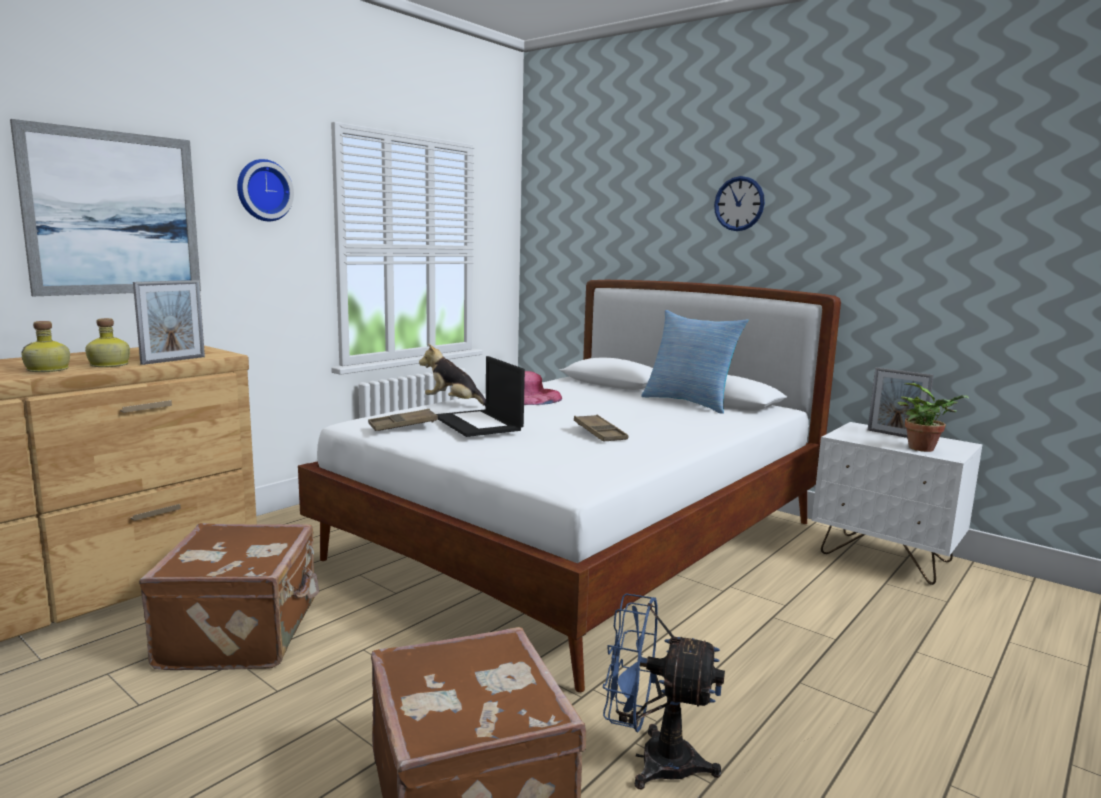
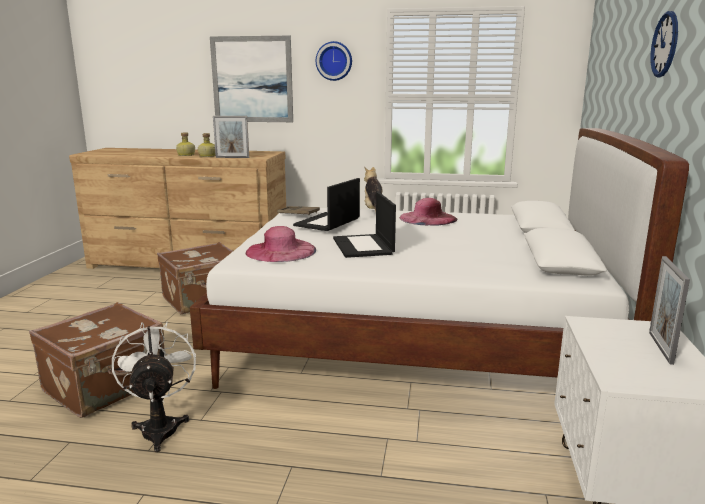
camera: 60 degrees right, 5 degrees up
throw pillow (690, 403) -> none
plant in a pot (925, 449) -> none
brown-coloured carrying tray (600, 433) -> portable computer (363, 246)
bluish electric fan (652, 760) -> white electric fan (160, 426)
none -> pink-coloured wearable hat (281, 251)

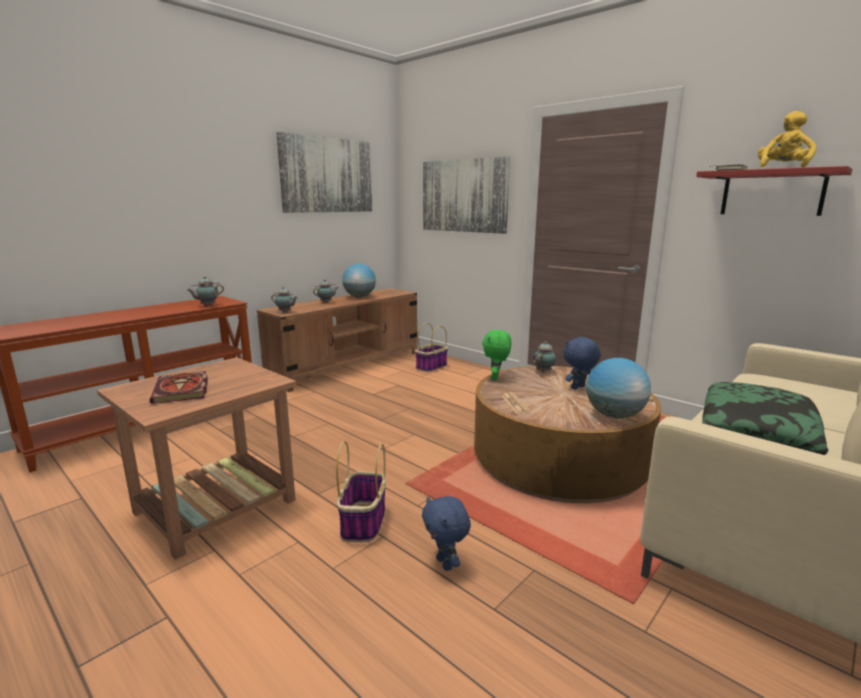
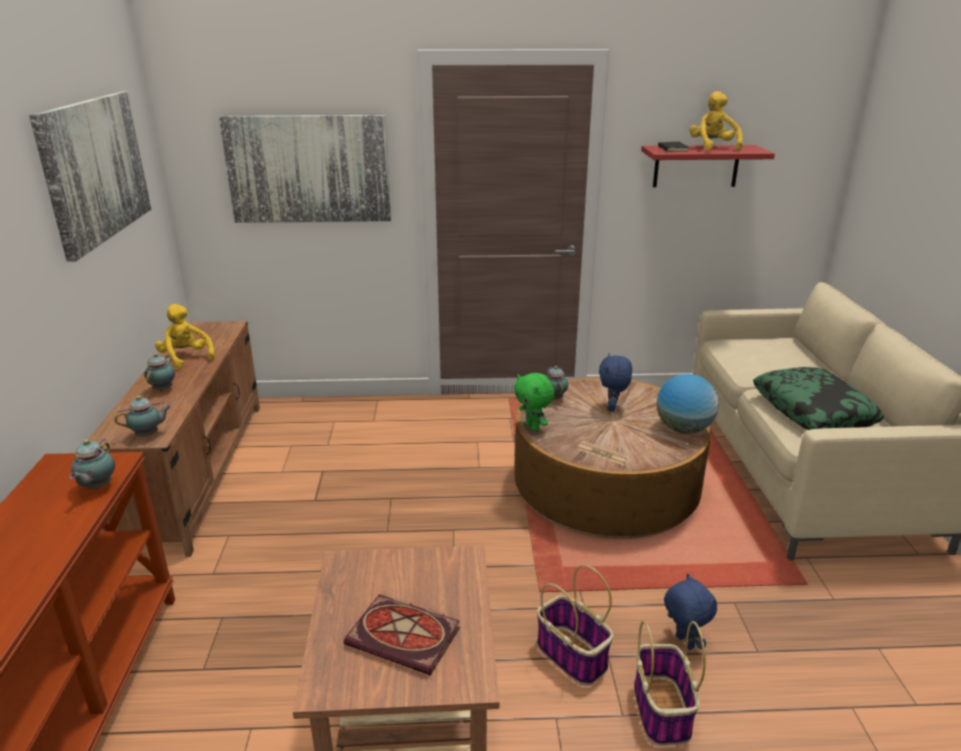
camera: 45 degrees left, 10 degrees up
globe (359, 297) -> yellowish plush toy (186, 358)
household basket (431, 367) -> household basket (662, 711), shifted
bluish plush toy (445, 563) -> bluish plush toy (683, 642), 135 degrees counterclockwise

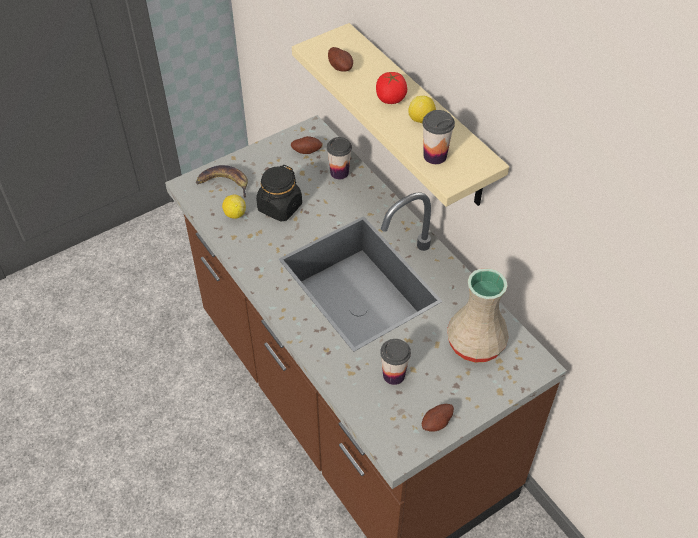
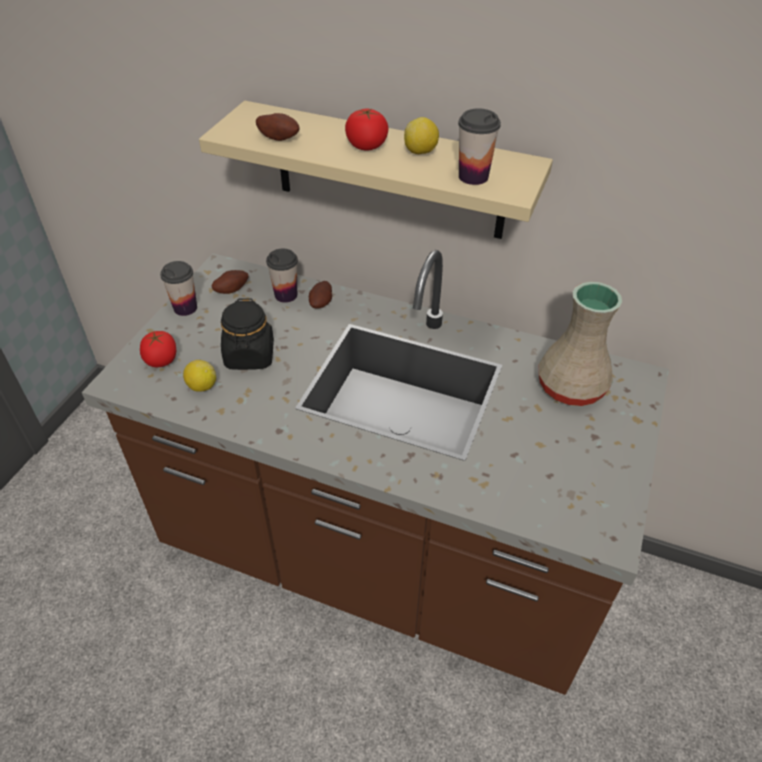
camera: 35 degrees left, 5 degrees down
whole banana (224, 183) -> whole tomato (161, 360)
cup (393, 375) -> cup (185, 308), shifted
spud (437, 423) -> spud (322, 303), shifted

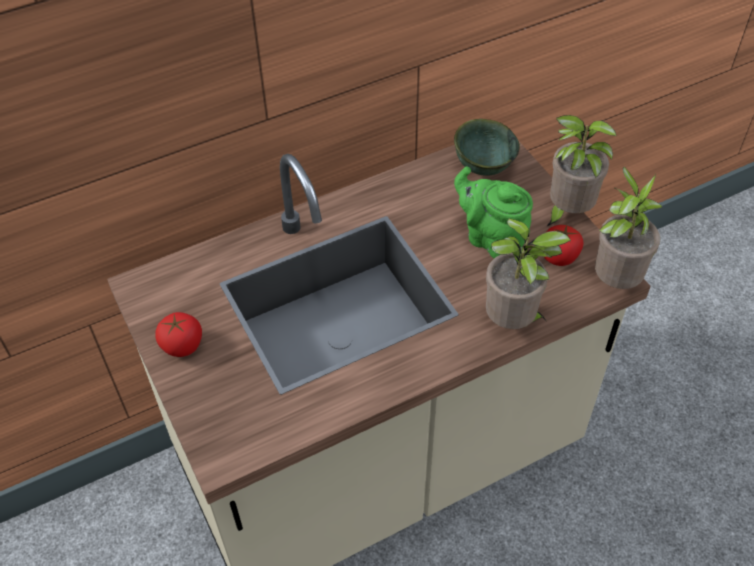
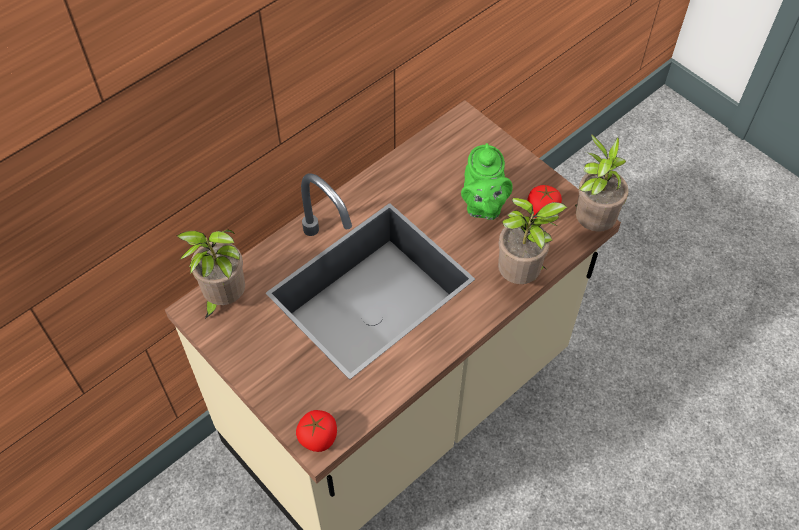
camera: 15 degrees left, 5 degrees up
plant in a pot (567, 212) -> plant in a pot (223, 299), shifted
green-coloured bowl (483, 166) -> none
green-coloured teapot (491, 238) -> green-coloured teapot (482, 206), 120 degrees counterclockwise
whole tomato (182, 345) -> whole tomato (318, 437), shifted

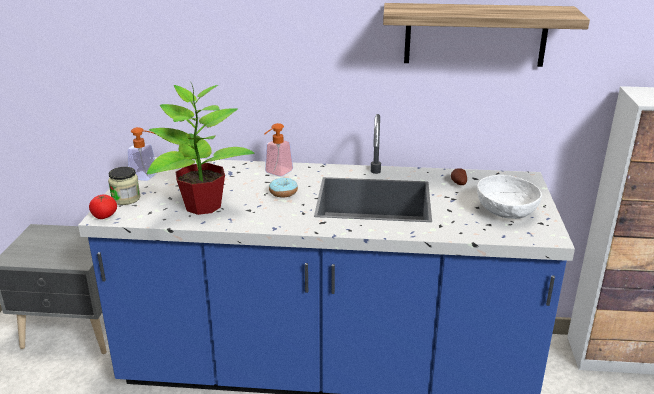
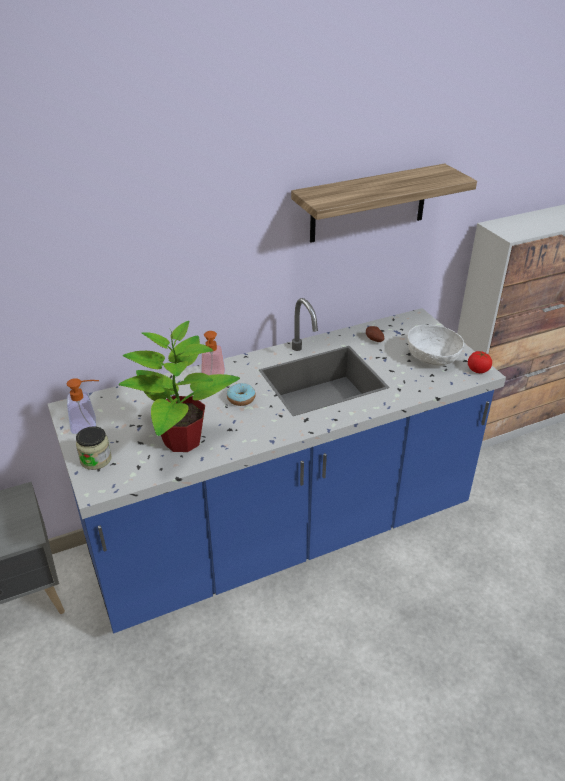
camera: 30 degrees left, 10 degrees up
whole tomato (104, 216) -> whole tomato (478, 370), shifted

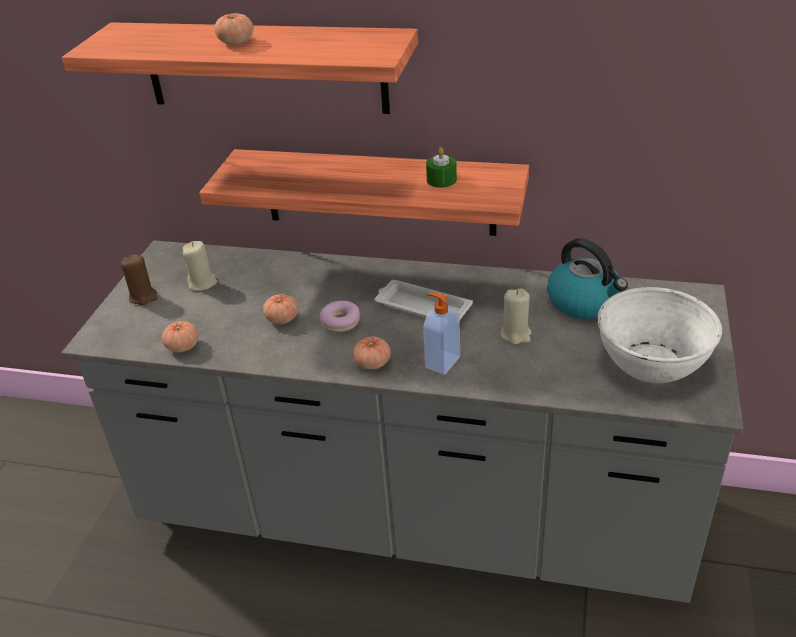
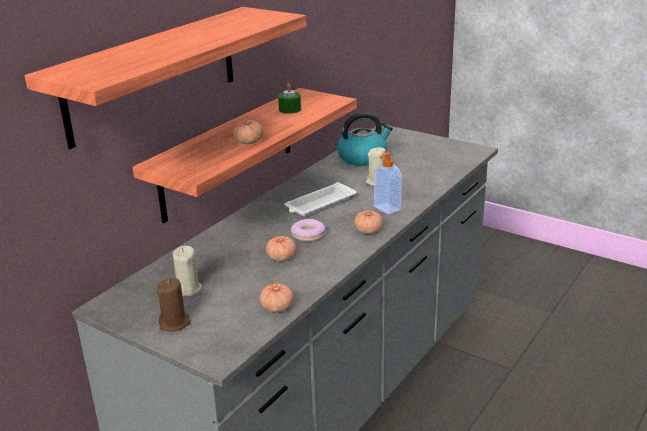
camera: 70 degrees left, 10 degrees down
whole tomato (236, 42) -> whole tomato (249, 142), shifted
white bowl (652, 362) -> none

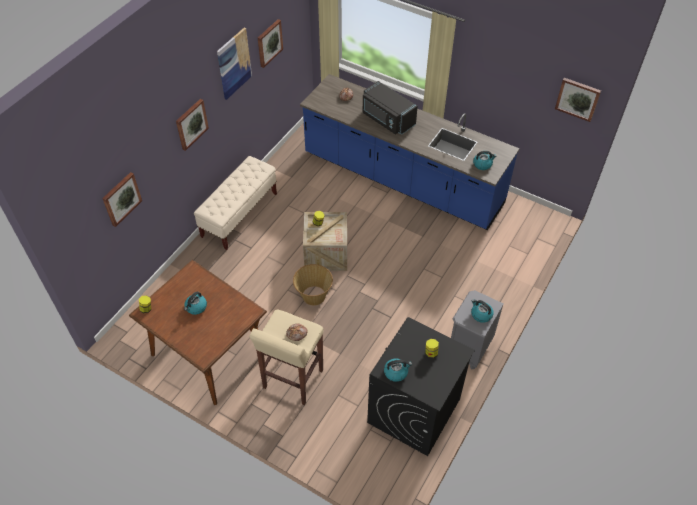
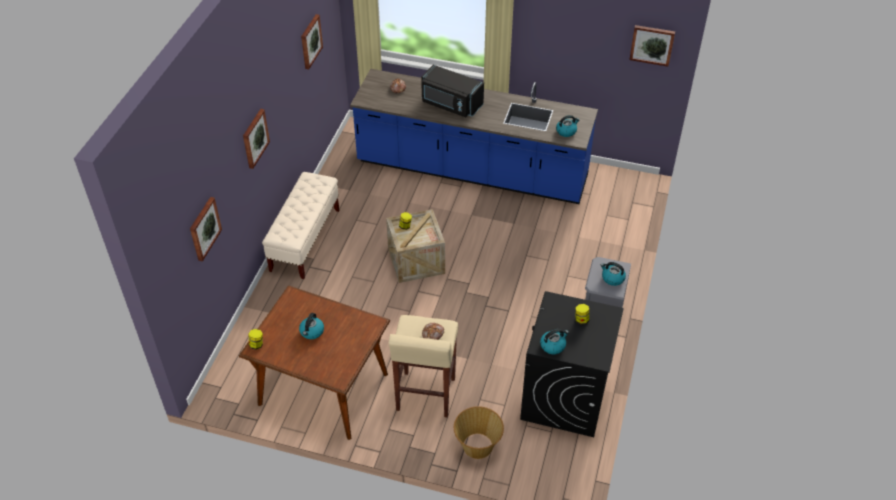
camera: 15 degrees left, 5 degrees down
wall picture (234, 63) -> none
household basket (313, 296) -> household basket (477, 446), shifted

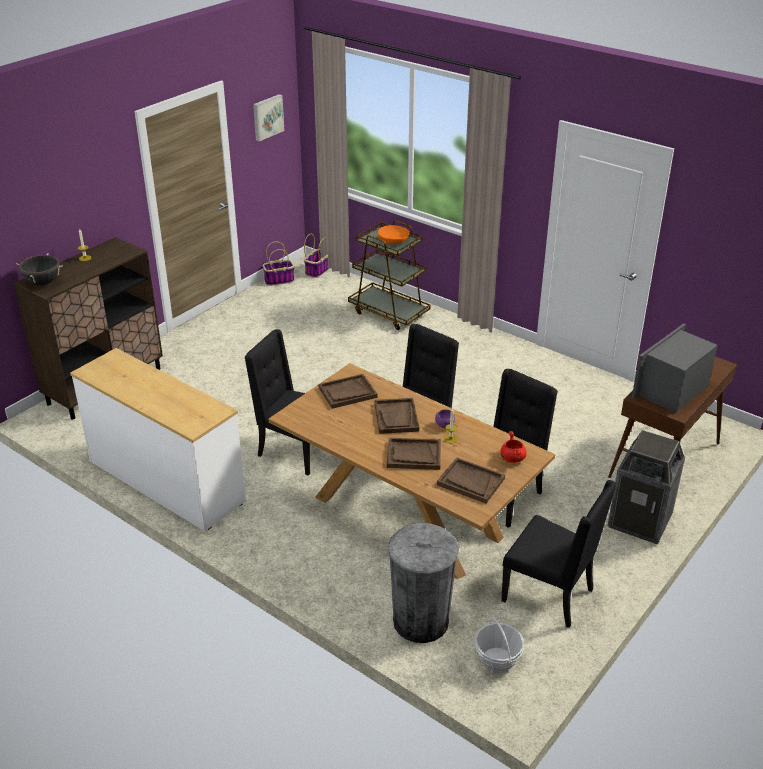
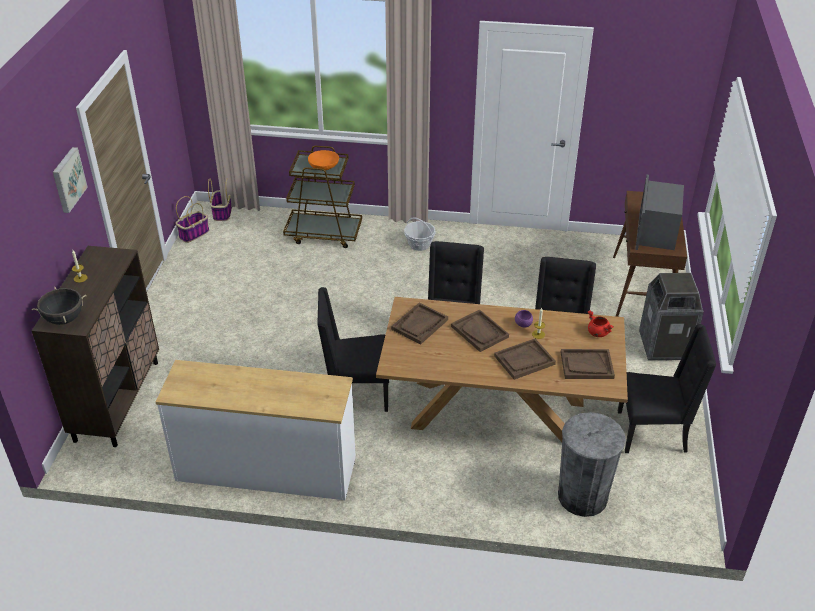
camera: 30 degrees left, 5 degrees up
wall picture (267, 117) -> wall picture (67, 179), shifted
household basket (497, 660) -> household basket (419, 244), shifted

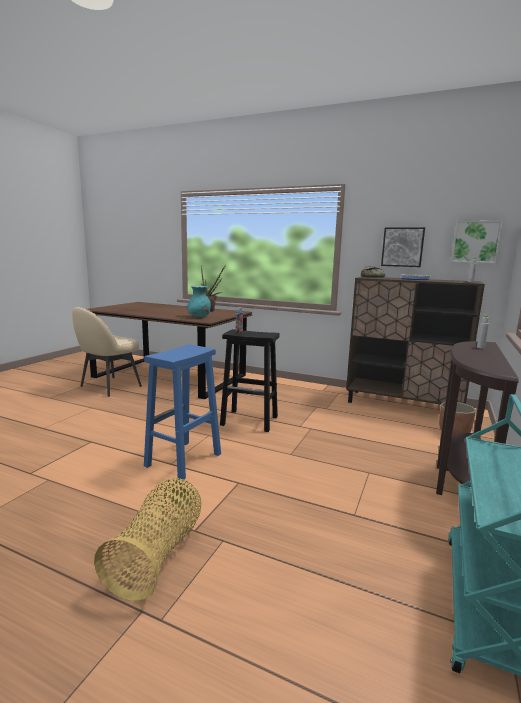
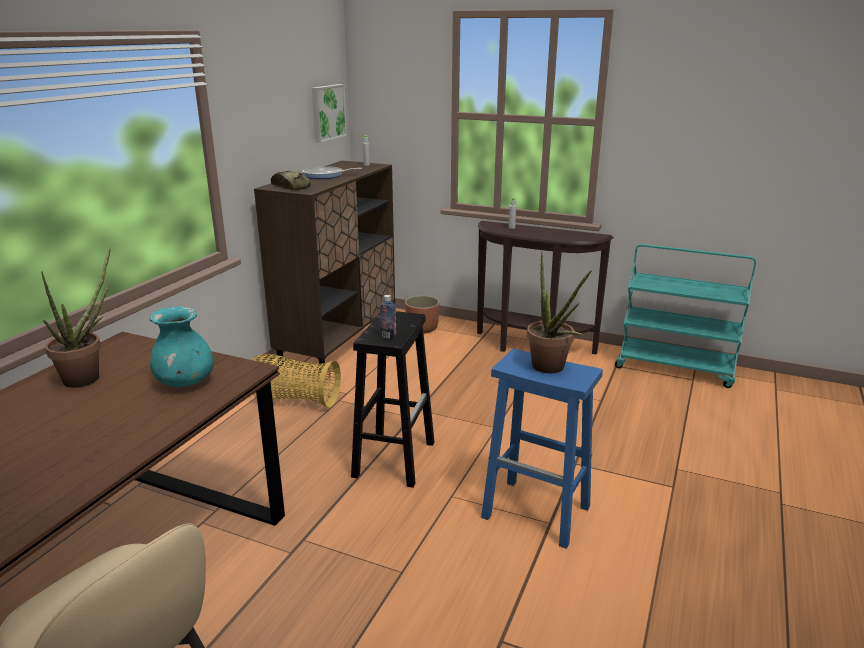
camera: 90 degrees left, 10 degrees up
wall picture (402, 247) -> none
household basket (158, 555) -> household basket (294, 399), shifted
none -> plant in a pot (551, 369)

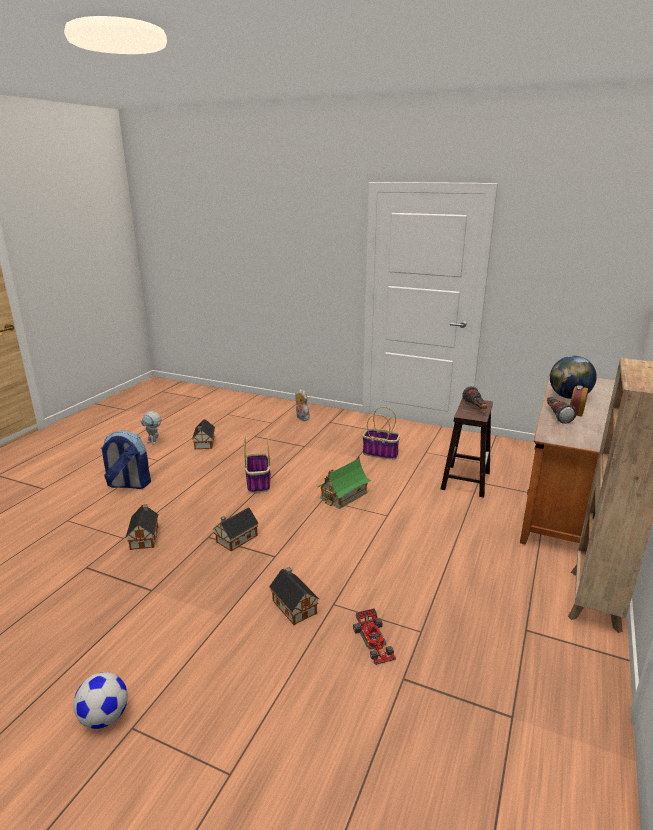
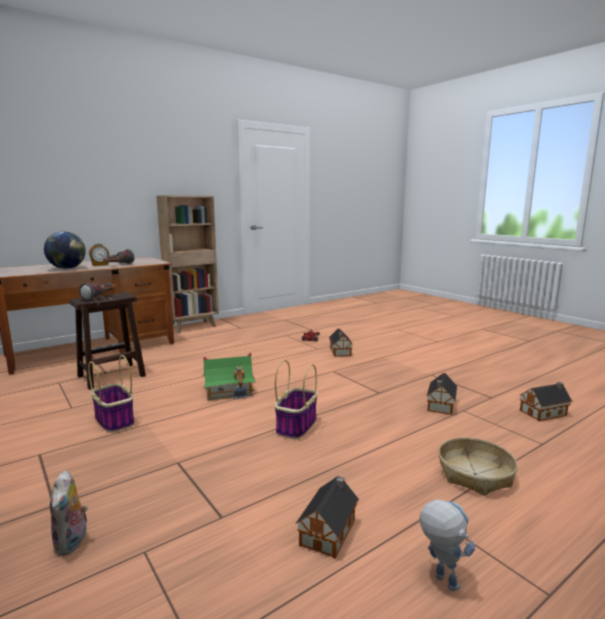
camera: 150 degrees left, 10 degrees down
knapsack (128, 484) -> household basket (475, 474)
miniature house (235, 539) -> miniature house (544, 413), shifted
football (104, 717) -> none

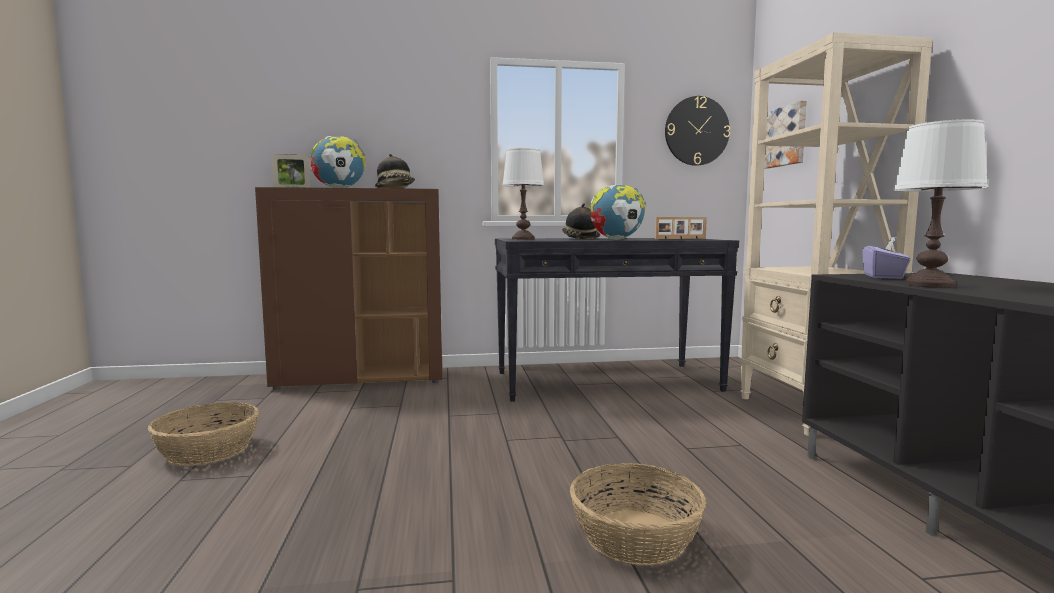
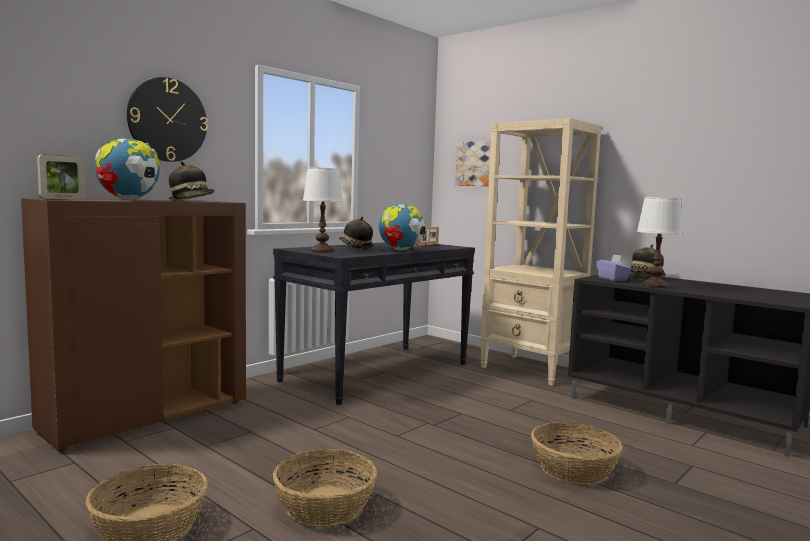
camera: 40 degrees left, 0 degrees up
wall clock (696, 131) -> wall clock (167, 120), shifted
none -> wearable hat (645, 277)
none -> household basket (324, 506)

